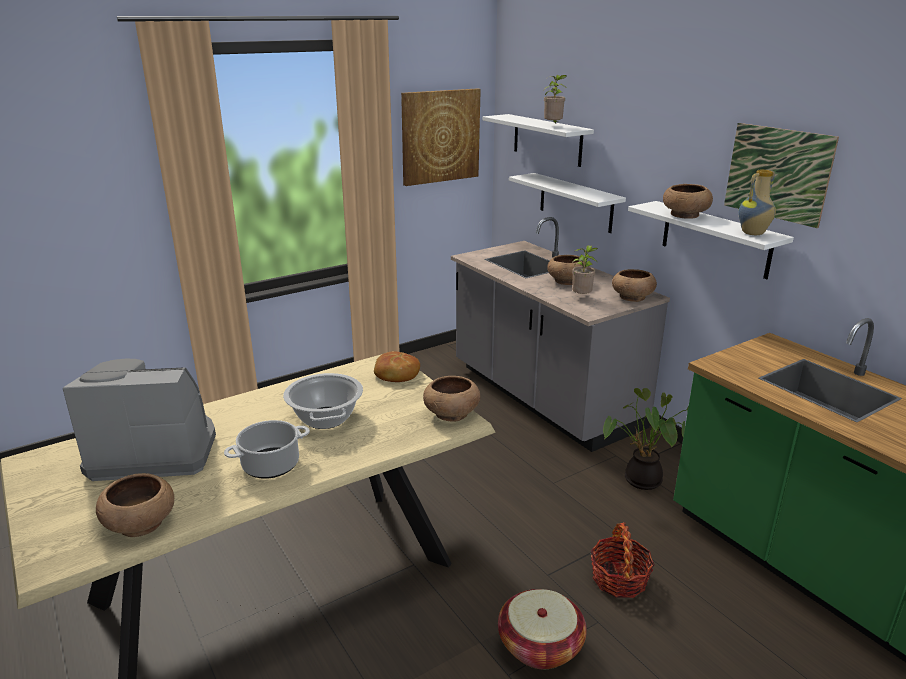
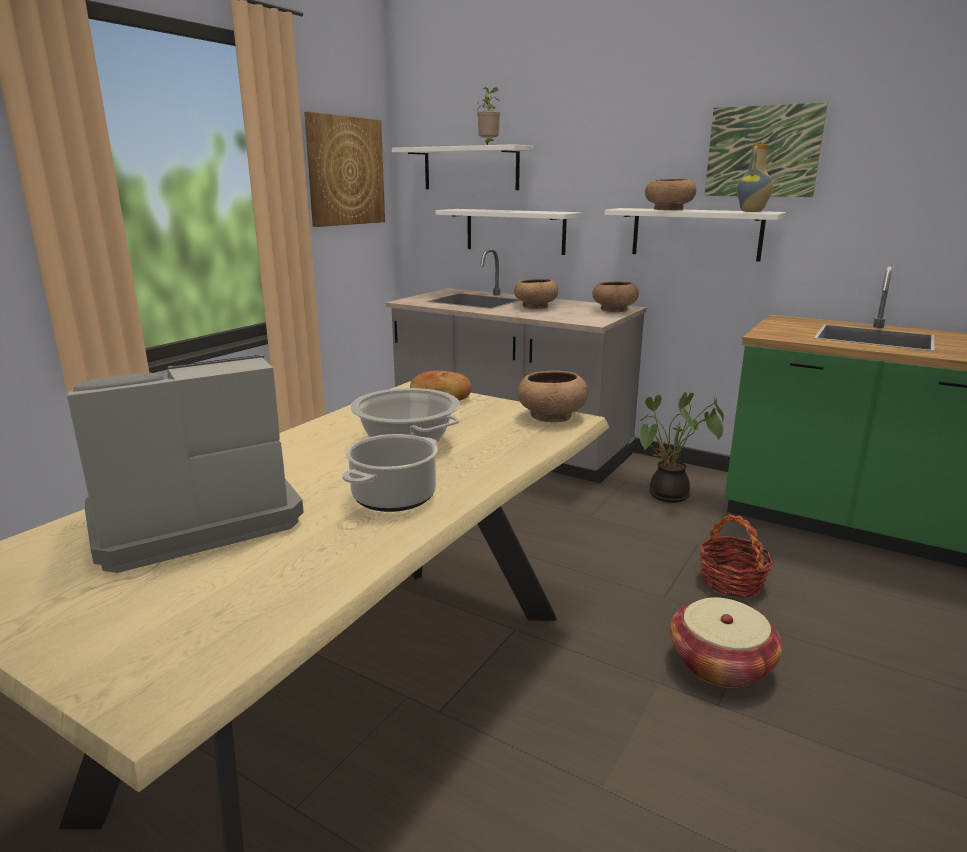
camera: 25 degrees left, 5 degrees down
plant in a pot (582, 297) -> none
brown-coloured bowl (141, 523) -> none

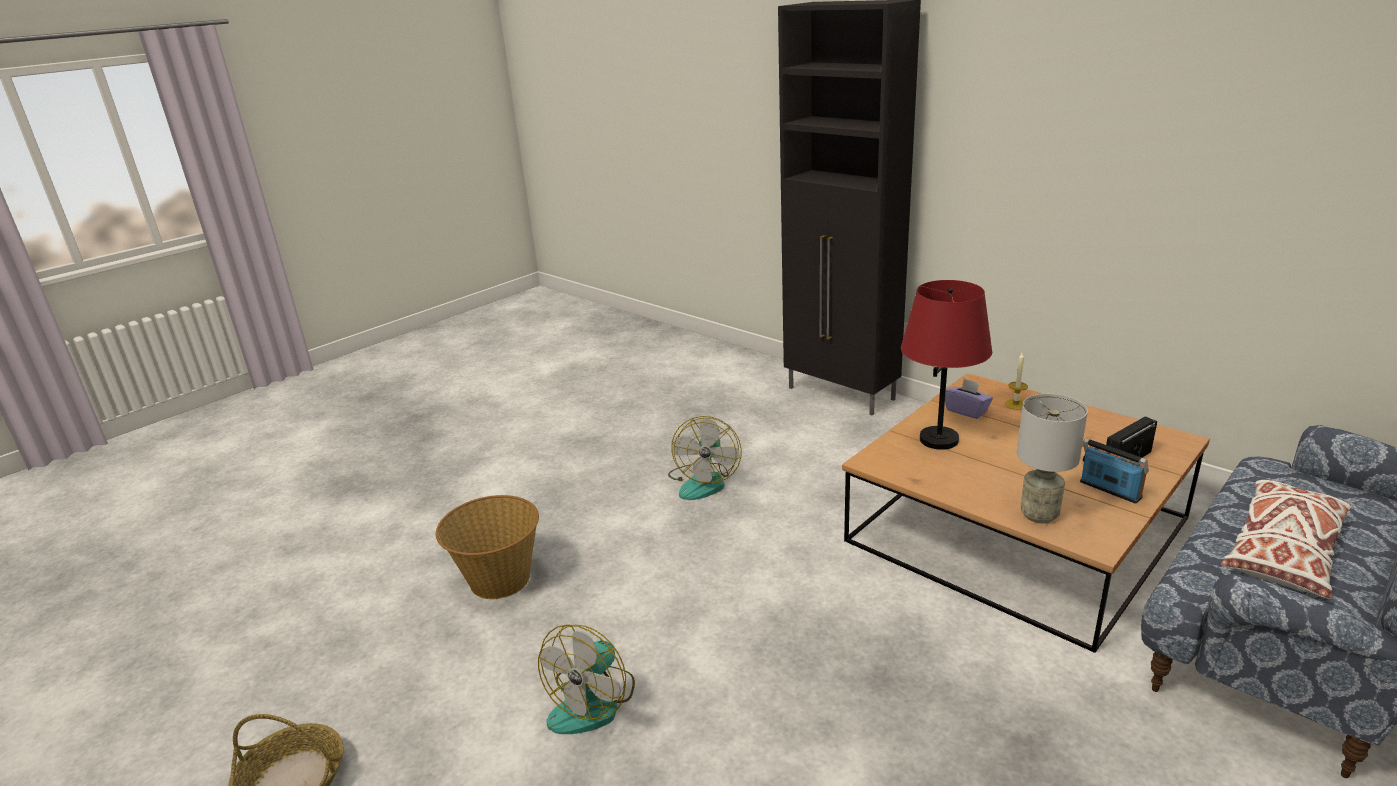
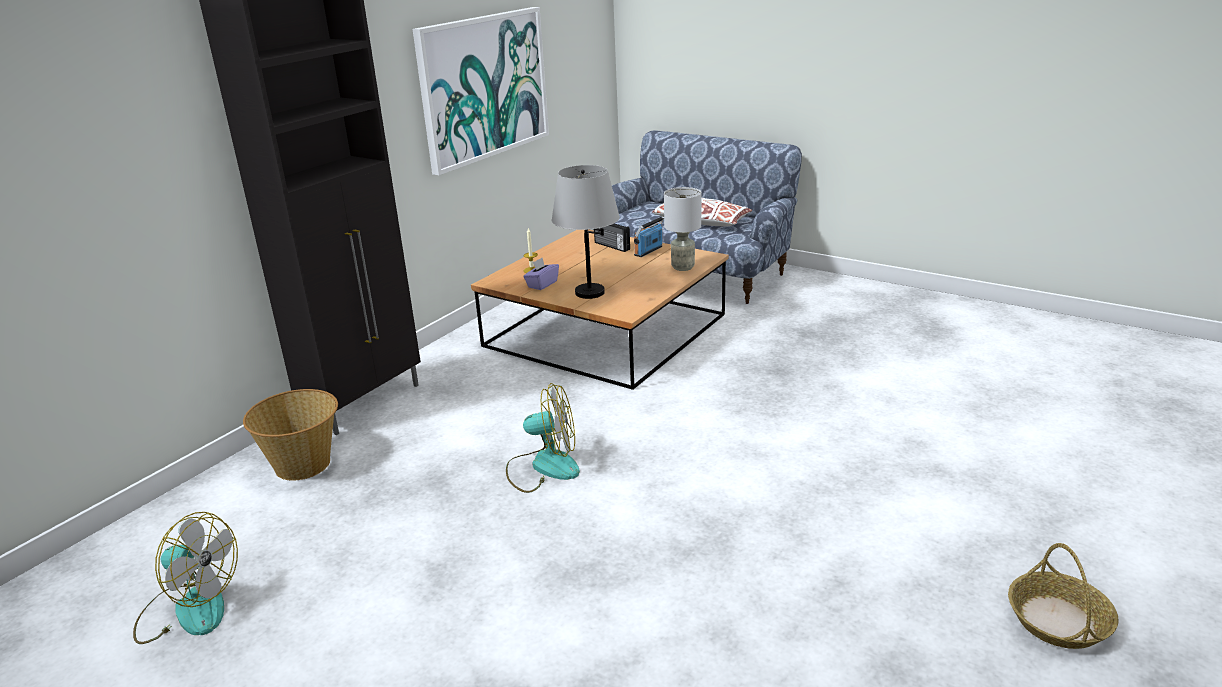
camera: 100 degrees left, 0 degrees up
red-coloured tabletop lamp (938, 439) -> grey tabletop lamp (589, 293)
household basket (499, 580) -> household basket (303, 465), shifted
electric fan (593, 702) -> electric fan (189, 609), shifted
none -> wall picture (484, 87)

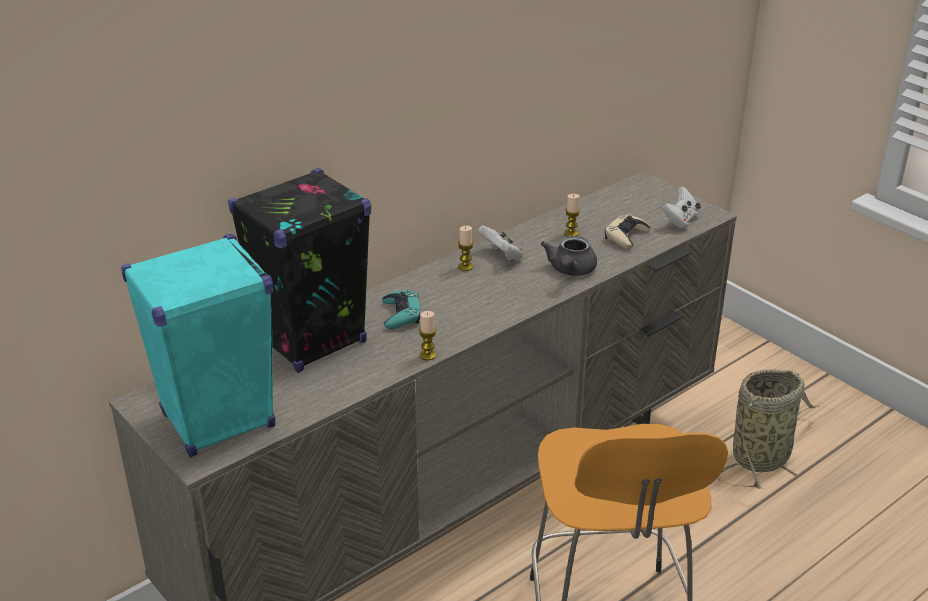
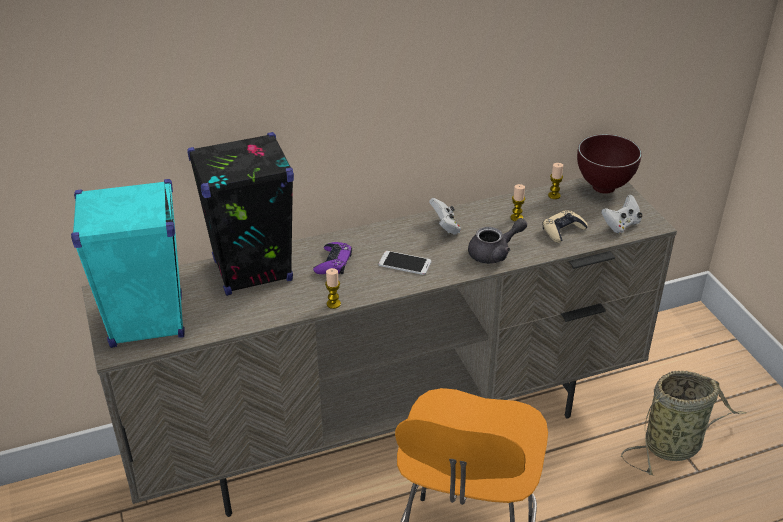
camera: 20 degrees right, 5 degrees up
wax candle (465, 266) -> wax candle (554, 195), shifted
grey teapot (570, 271) -> grey teapot (495, 253), 150 degrees counterclockwise
blue-green joypad (401, 314) -> purple-coloured joypad (333, 263)
none -> brown-coloured bowl (602, 188)
none -> telephone (405, 263)

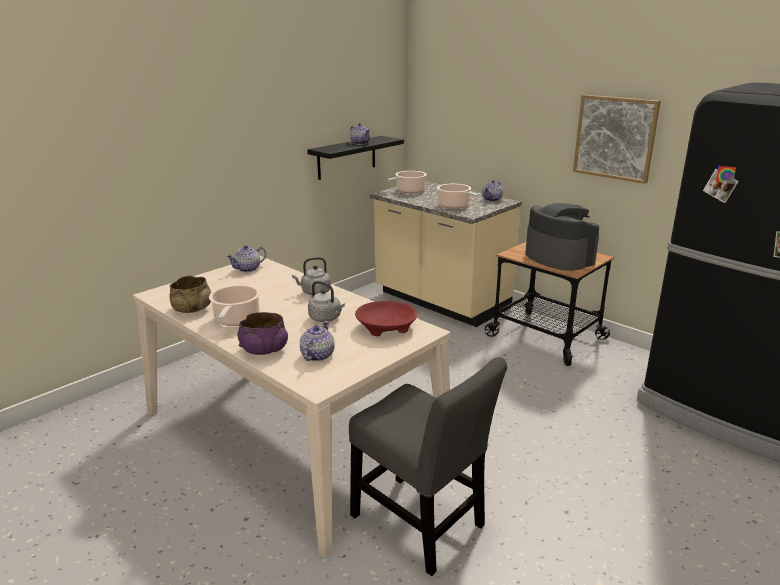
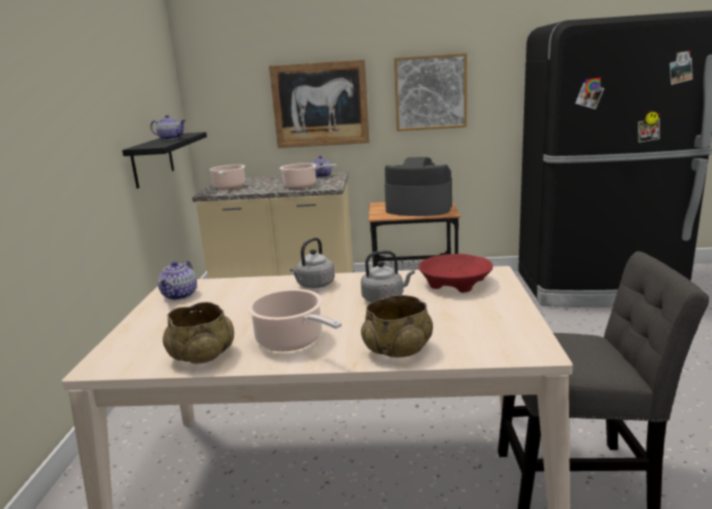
camera: 40 degrees left, 5 degrees down
purple-coloured bowl (264, 349) -> beige bowl (398, 349)
teapot (317, 356) -> none
none -> wall picture (320, 104)

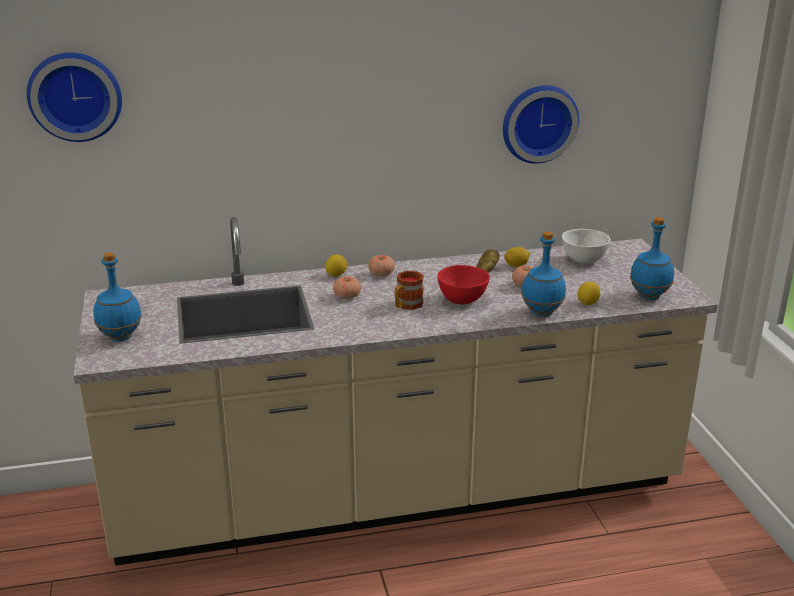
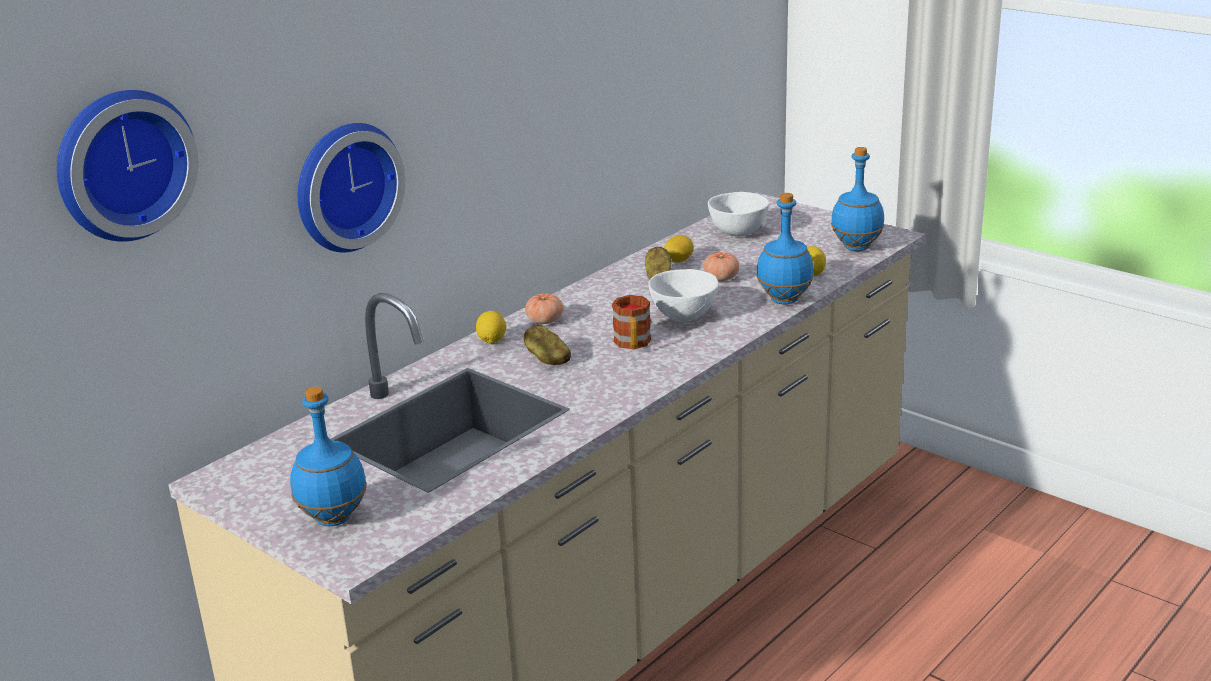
camera: 35 degrees left, 0 degrees up
wall clock (538, 122) -> wall clock (344, 185), shifted
red-coloured bowl (463, 300) -> white bowl (684, 316)
whole tomato (347, 296) -> spud (547, 359)

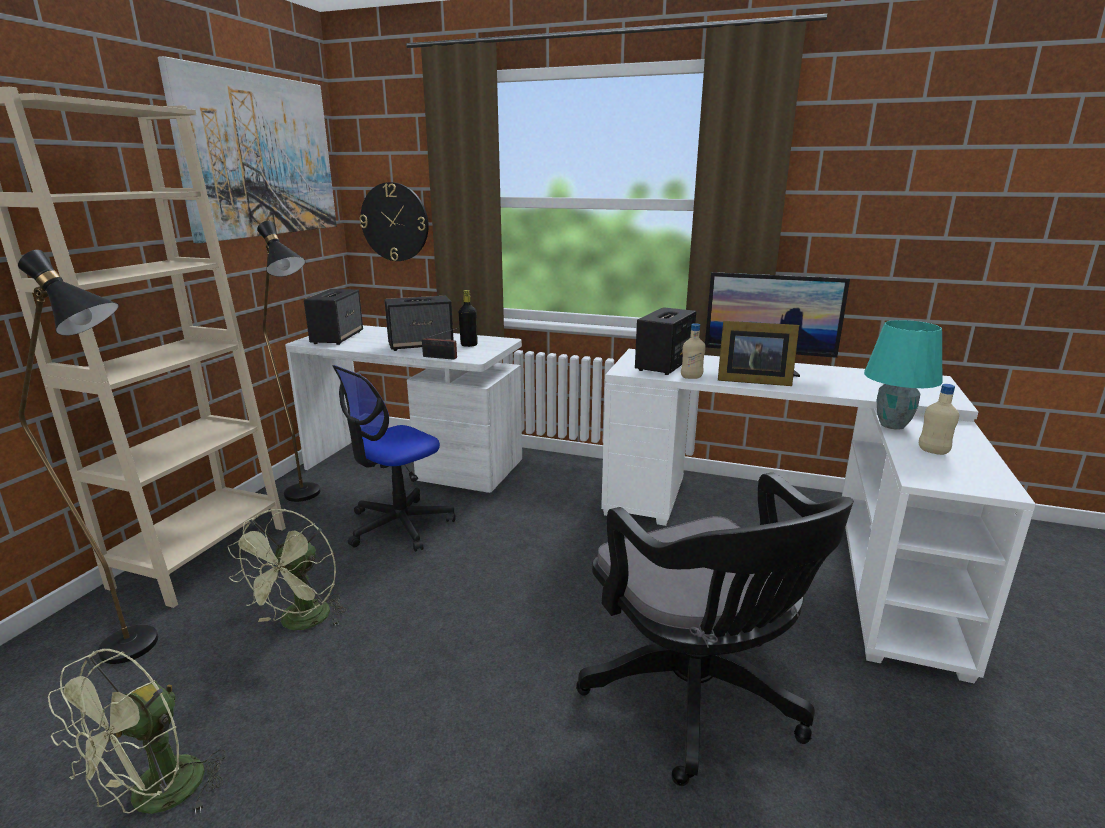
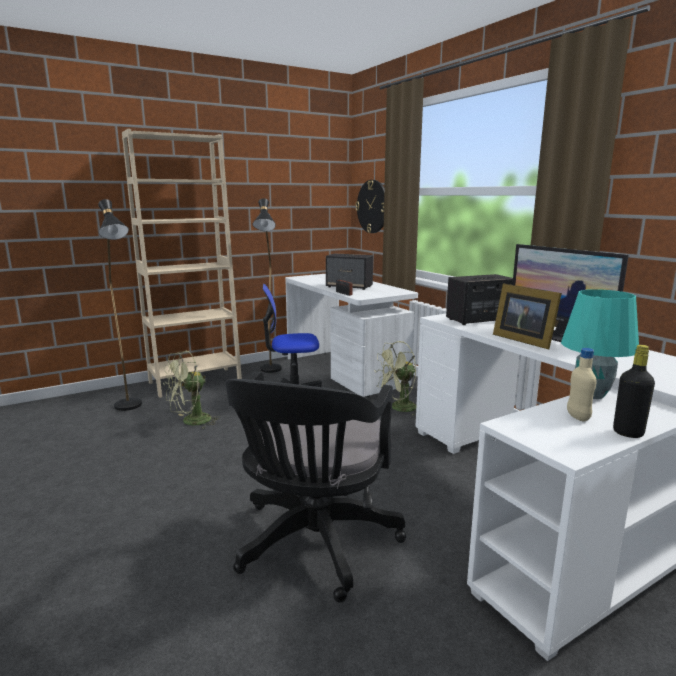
camera: 40 degrees right, 5 degrees down
wall picture (259, 156) -> none
audio speaker (337, 337) -> none
black beverage bottle (469, 345) -> black beverage bottle (628, 433), shifted
beige beverage bottle (691, 377) -> none
green-coloured electric fan (155, 799) -> green-coloured electric fan (399, 408), shifted

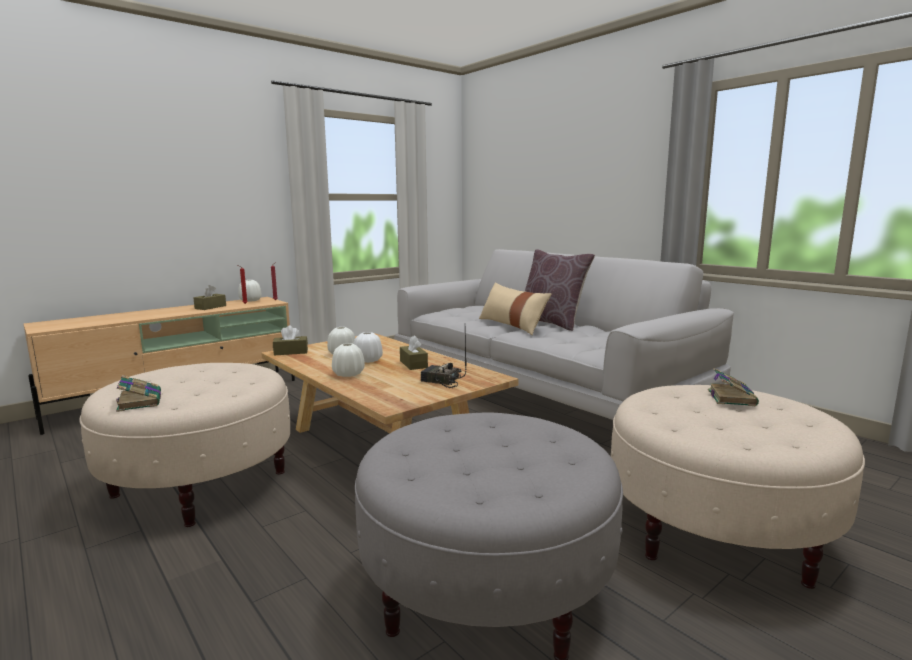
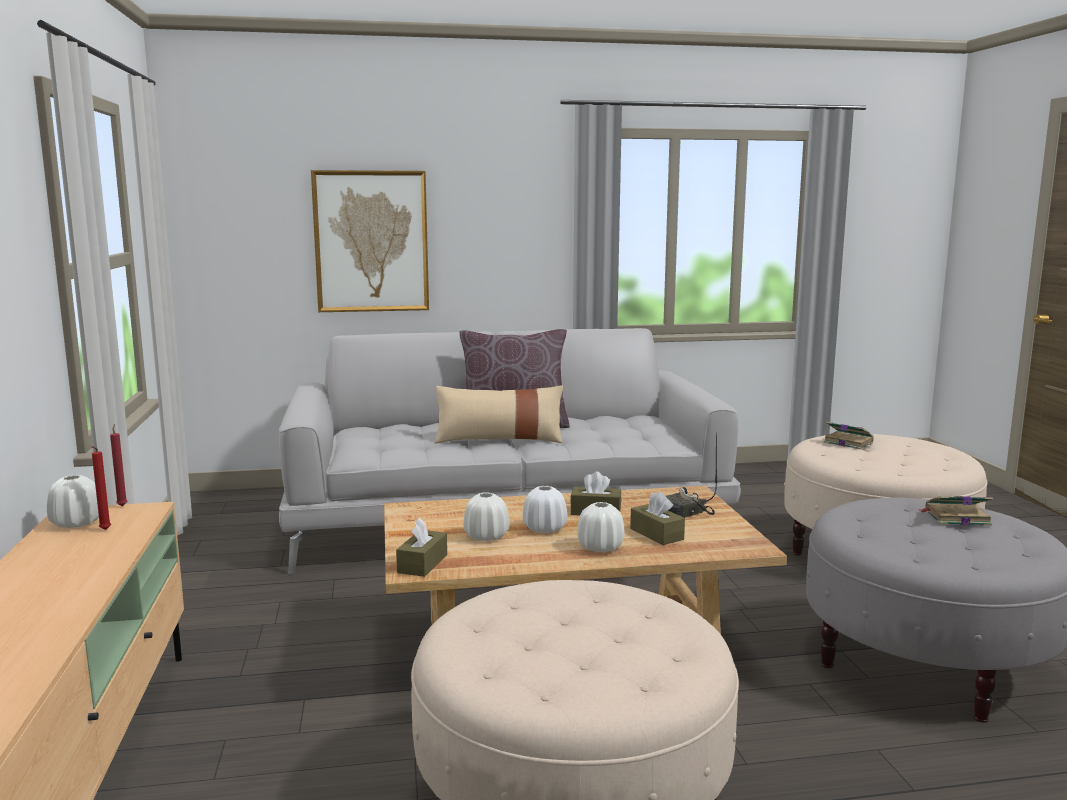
camera: 60 degrees left, 0 degrees up
brown-coloured tissue box (210, 307) -> brown-coloured tissue box (656, 534), shifted
volume (140, 401) -> volume (955, 517), shifted
none -> wall picture (371, 241)

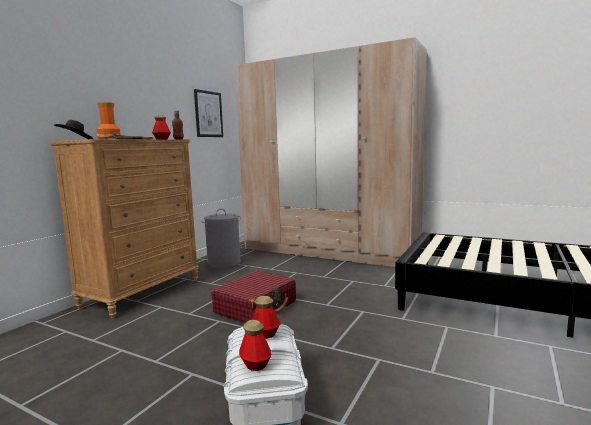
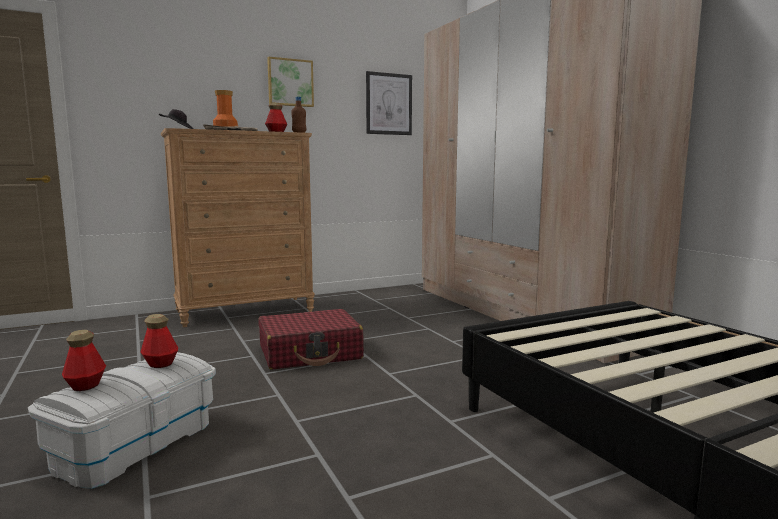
camera: 35 degrees right, 0 degrees up
grey washing basket (224, 263) -> none
none -> wall picture (290, 83)

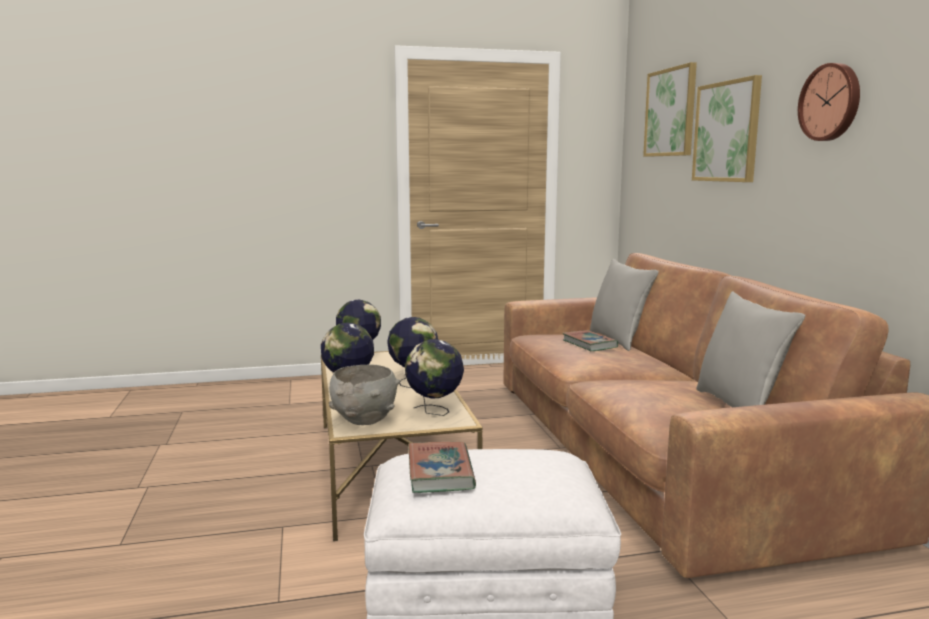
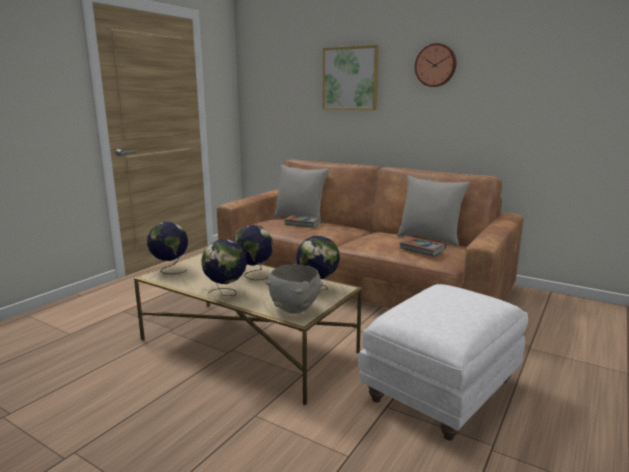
camera: 45 degrees left, 5 degrees up
wall picture (671, 112) -> none
volume (440, 472) -> volume (422, 249), shifted

